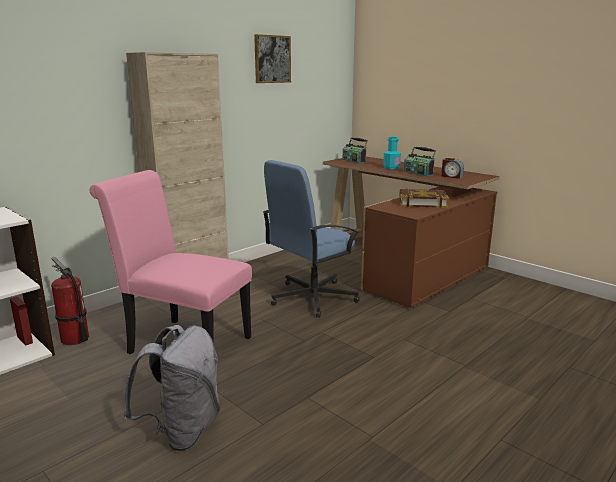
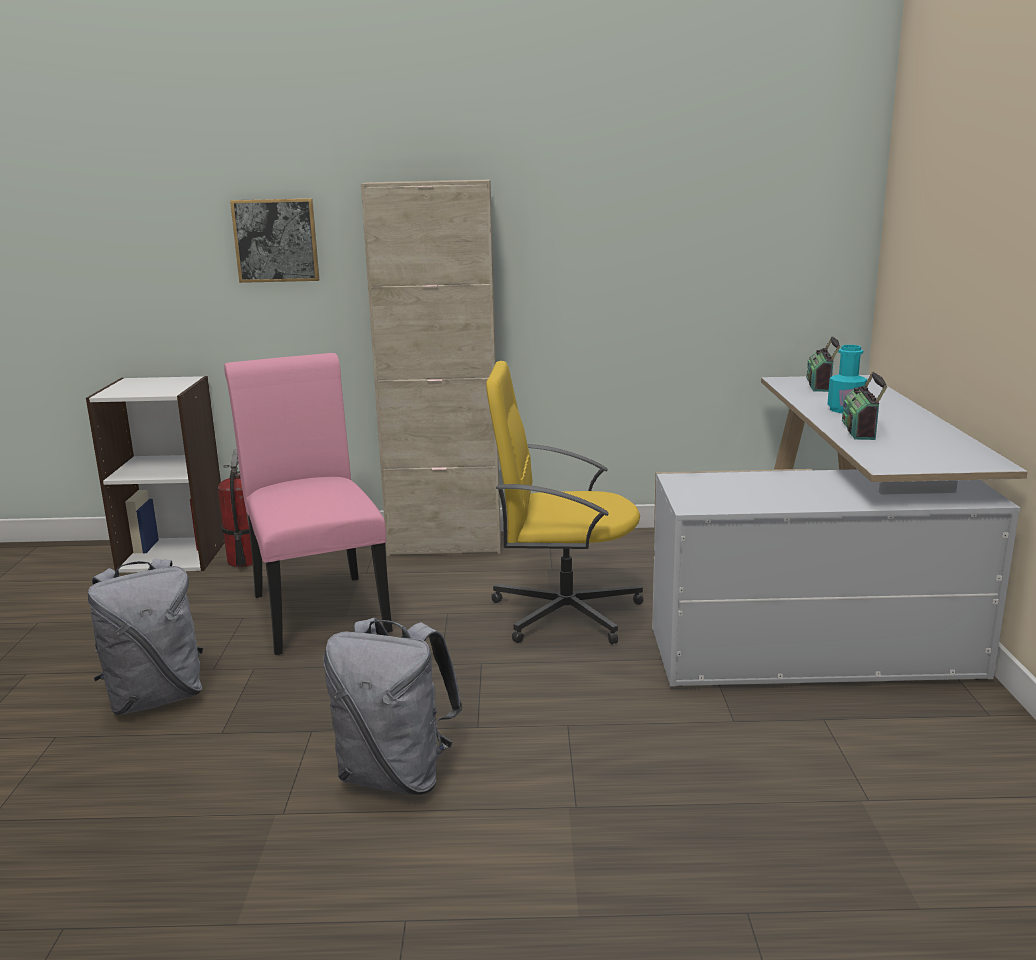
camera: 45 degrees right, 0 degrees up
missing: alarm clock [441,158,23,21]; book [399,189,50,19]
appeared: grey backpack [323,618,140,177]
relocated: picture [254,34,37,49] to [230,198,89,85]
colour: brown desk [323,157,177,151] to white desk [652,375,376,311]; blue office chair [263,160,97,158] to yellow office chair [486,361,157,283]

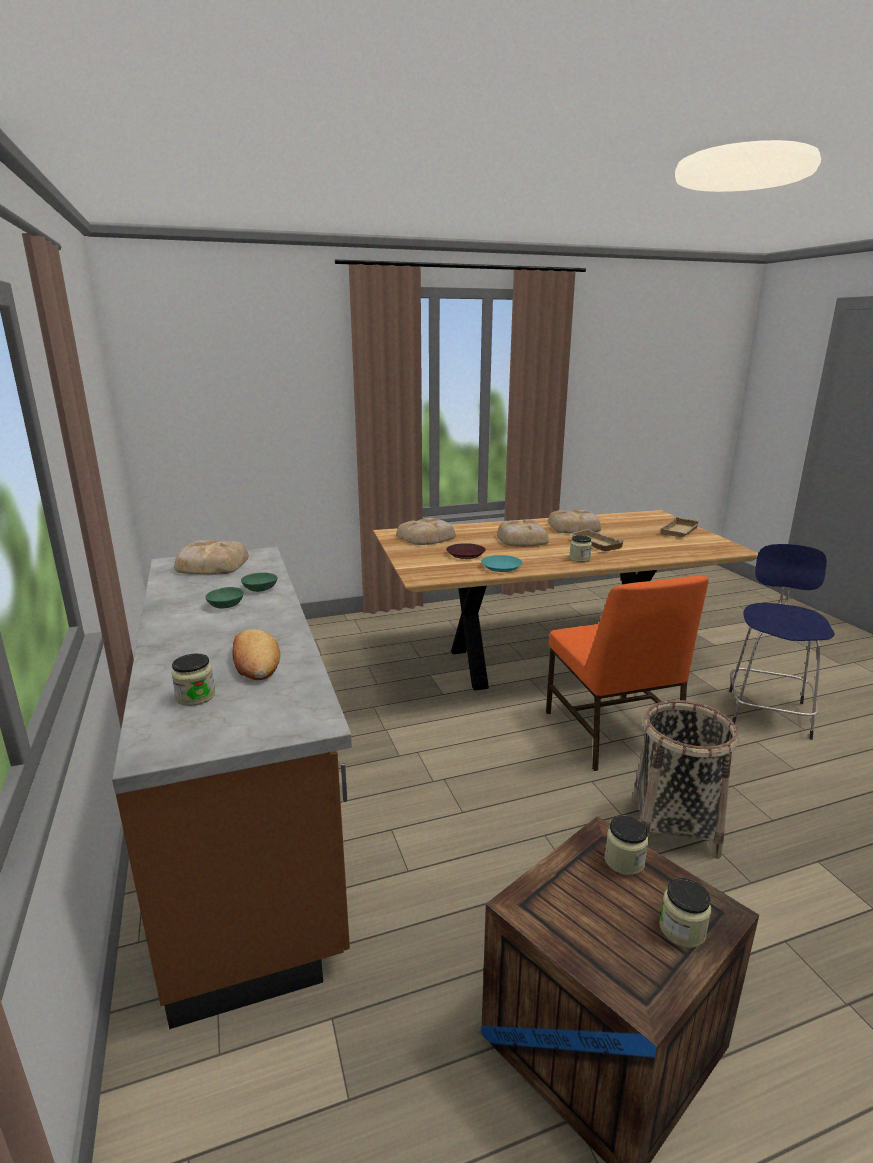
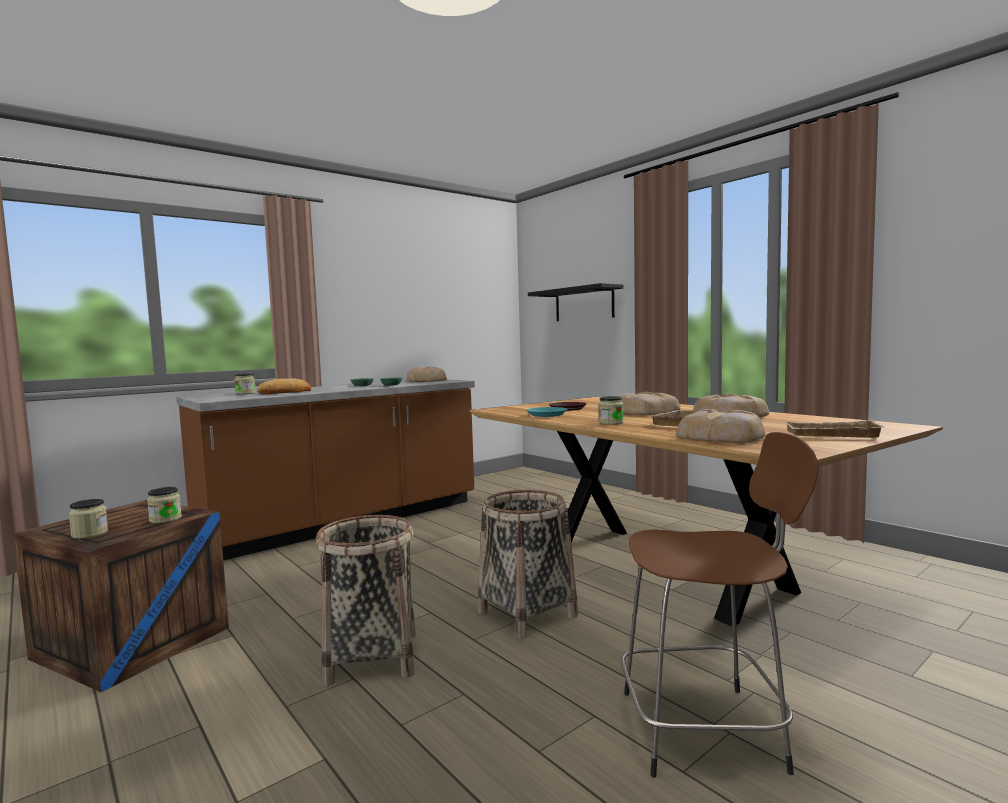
camera: 70 degrees right, 15 degrees down
appeared: black shelf [528,283,96,38]
relocated: bread [396,518,60,27] to [676,409,90,34]
exchanged: orange chair [546,576,163,195] to basket [478,490,100,149]
colour: blue stool [729,544,106,196] to brown stool [621,432,197,346]

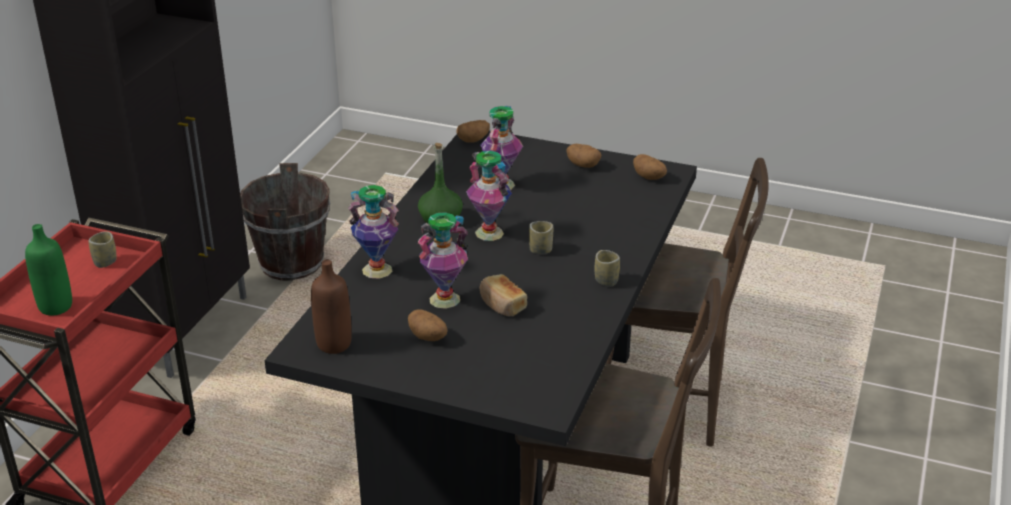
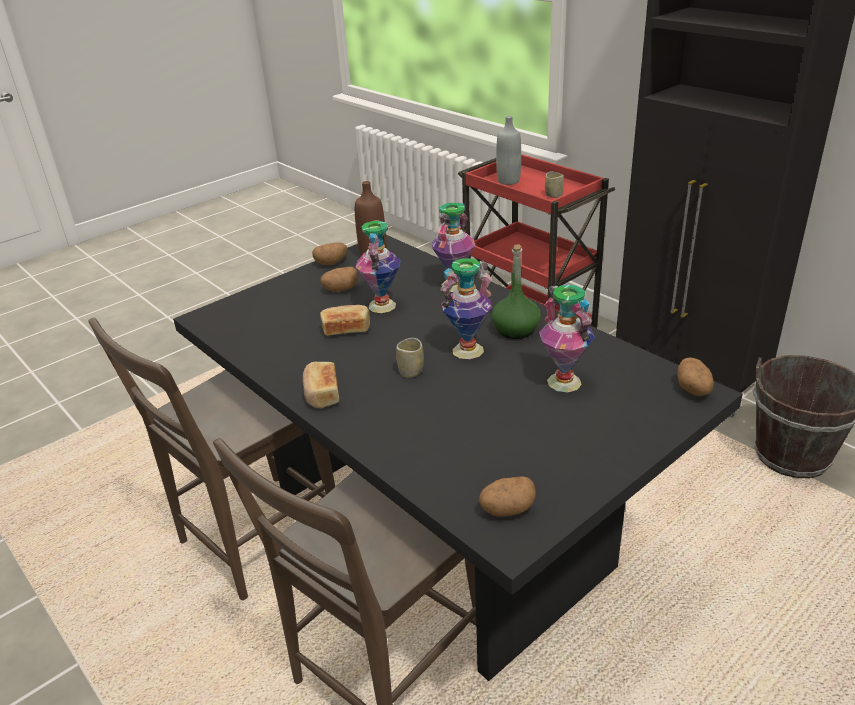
camera: 120 degrees right, 0 degrees up
relocated: potato [566,144,35,24] to [312,242,35,23]
exchanged: cup [594,250,26,36] to bread [303,362,36,47]
colour: green bottle [25,224,47,91] to grey bottle [496,116,25,69]

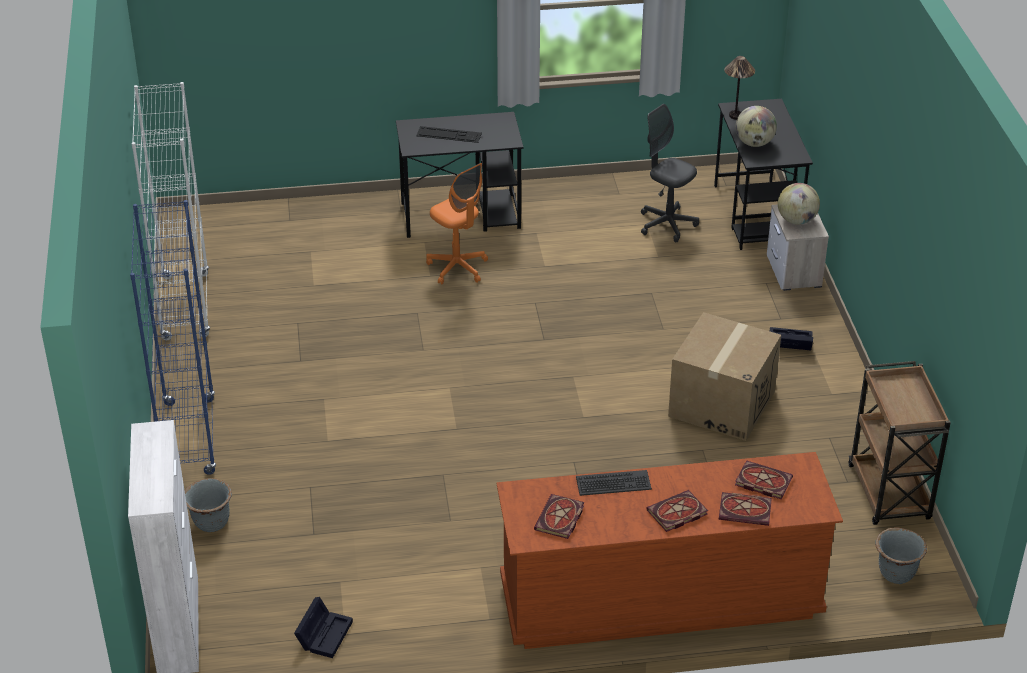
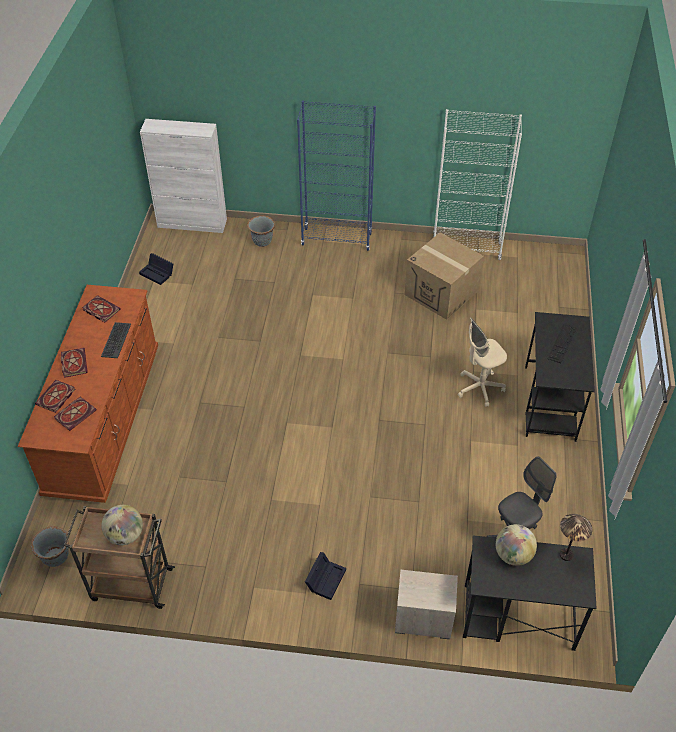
camera: 105 degrees right, 10 degrees up
relocated: globe [778,183,42,42] to [101,505,42,40]; cardboard box [668,312,113,129] to [404,233,80,87]
colour: orange office chair [426,163,62,121] to beige office chair [458,317,49,90]

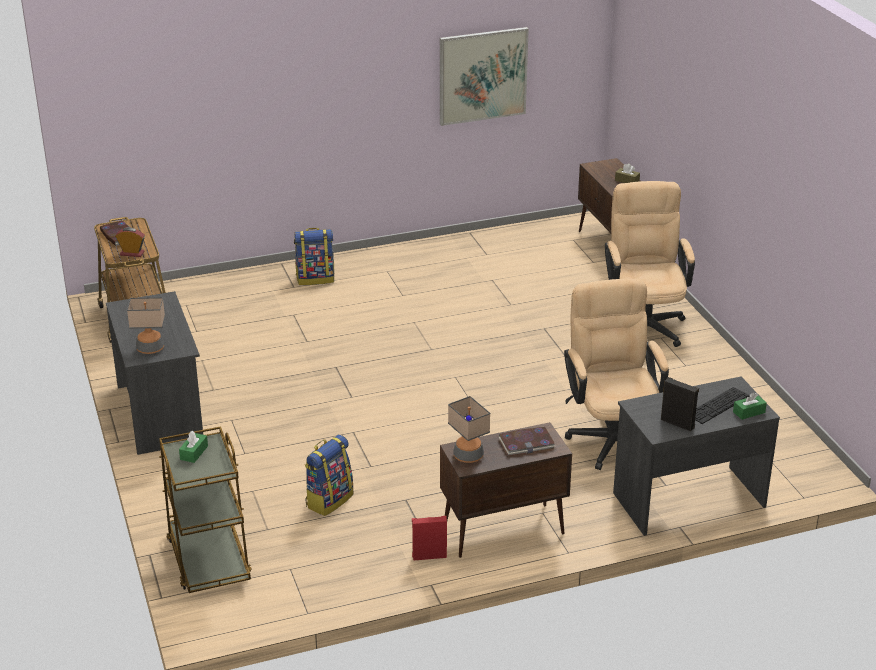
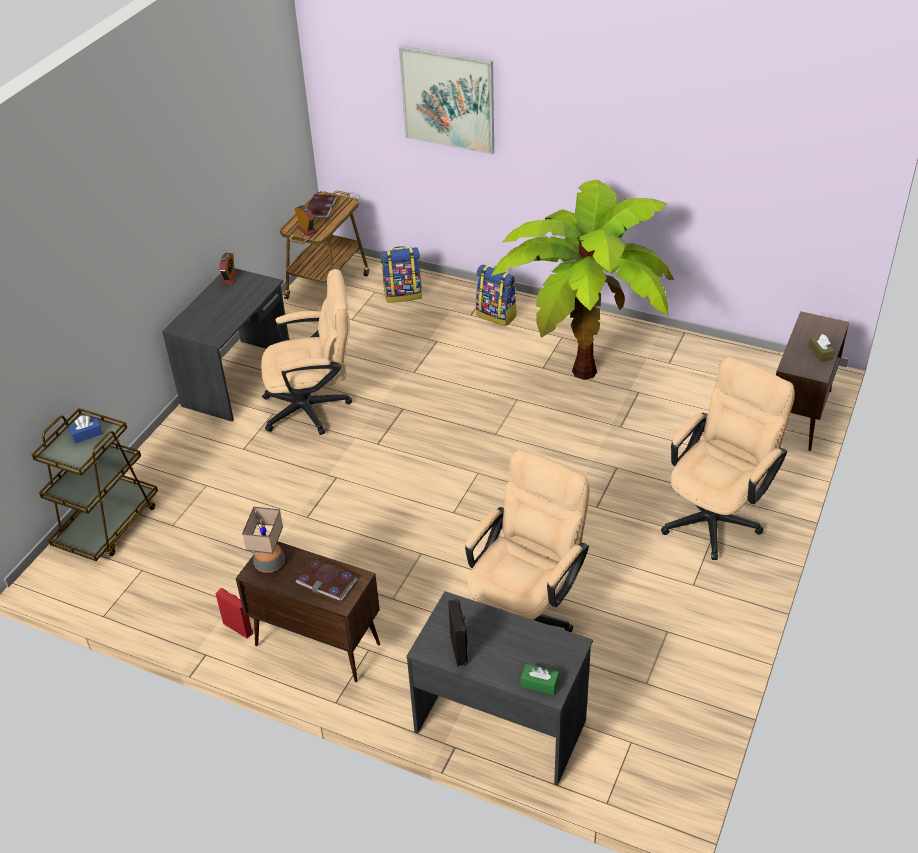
camera: 45 degrees right, 10 degrees up
missing: table lamp [127,297,38,57]; keyboard [695,387,55,37]
appeared: potted plant [491,180,183,200]; alarm clock [219,253,19,32]; beige office chair [261,269,91,166]
relocated: picture [440,27,89,99] to [399,46,95,109]; backpack [305,435,49,81] to [381,246,41,57]
colour: green tissue box [179,431,29,32] to blue tissue box [69,416,34,28]

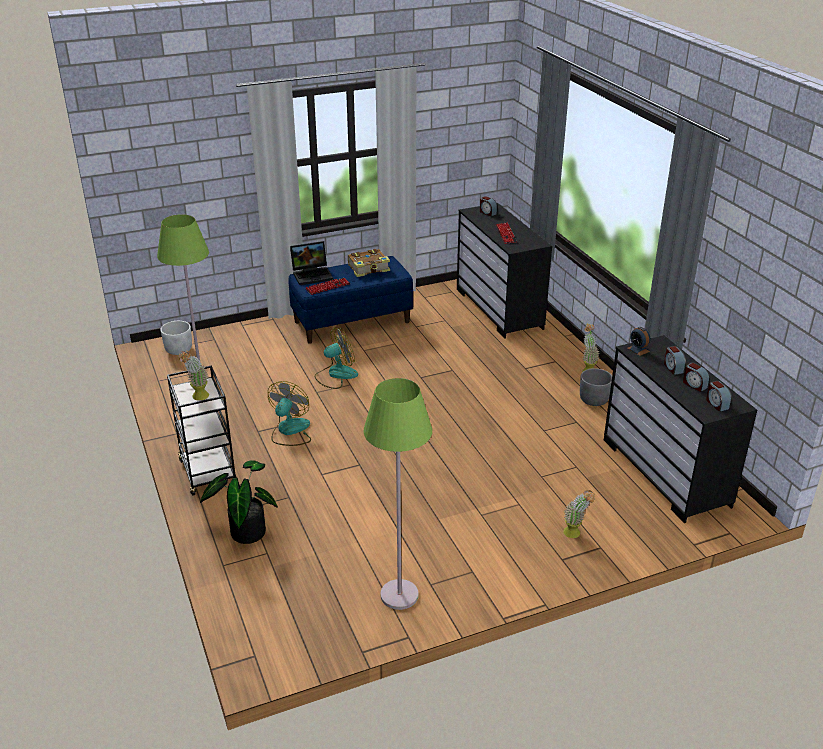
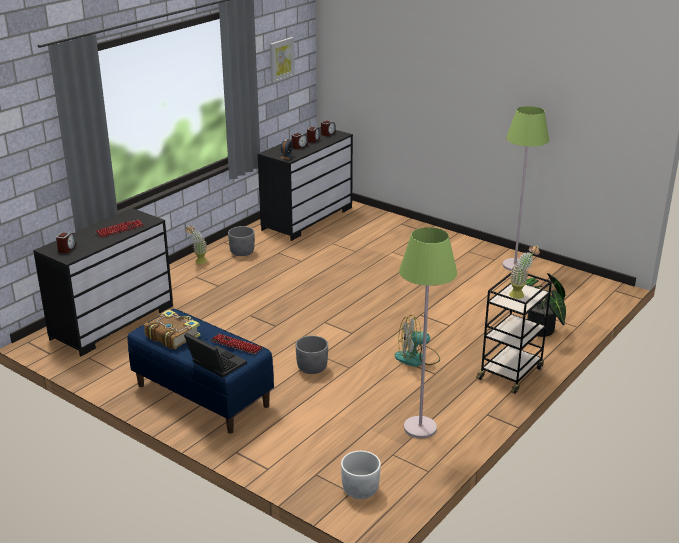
camera: 120 degrees left, 5 degrees down
missing: potted plant [563,490,32,48]
appeared: picture [270,37,25,46]
exchanged: fan [314,327,44,62] to grey planter [295,335,33,39]

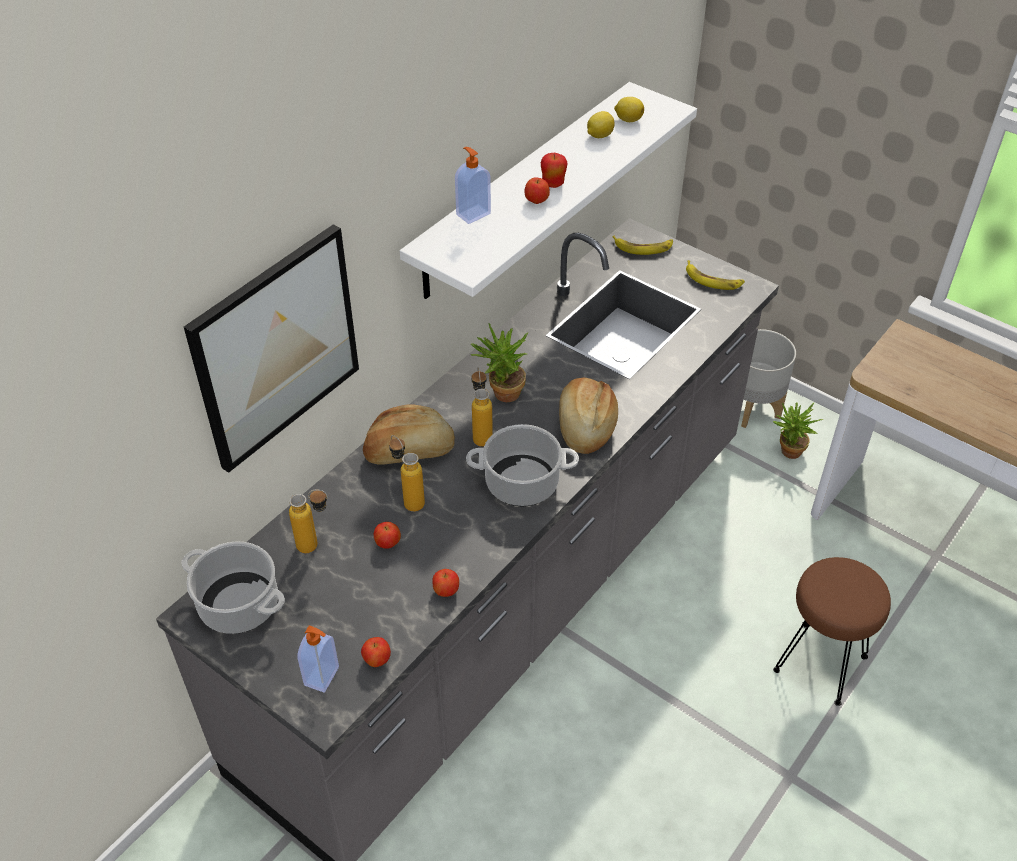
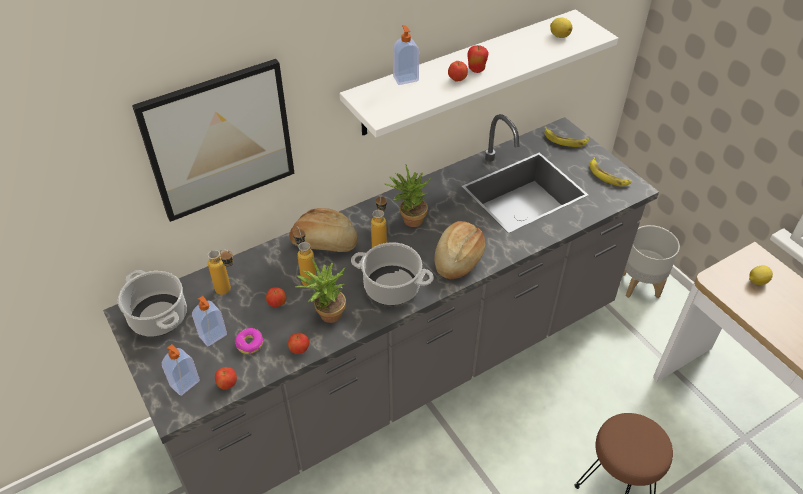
camera: 20 degrees right, 0 degrees up
appeared: soap dispenser [192,296,35,50]; donut [235,328,29,26]
relocated: lemon [587,111,28,27] to [749,266,24,19]; potted plant [773,402,50,57] to [295,259,51,64]

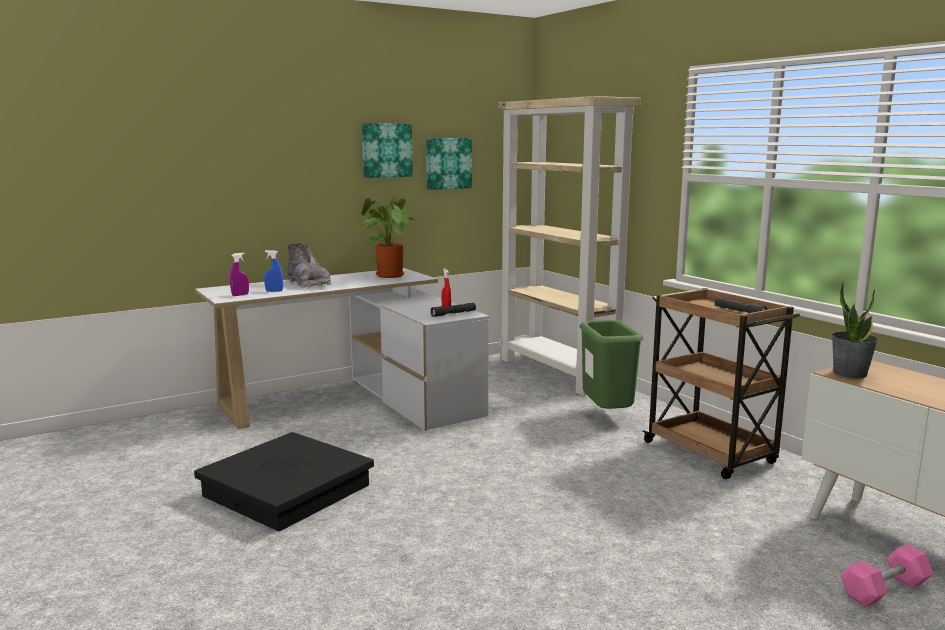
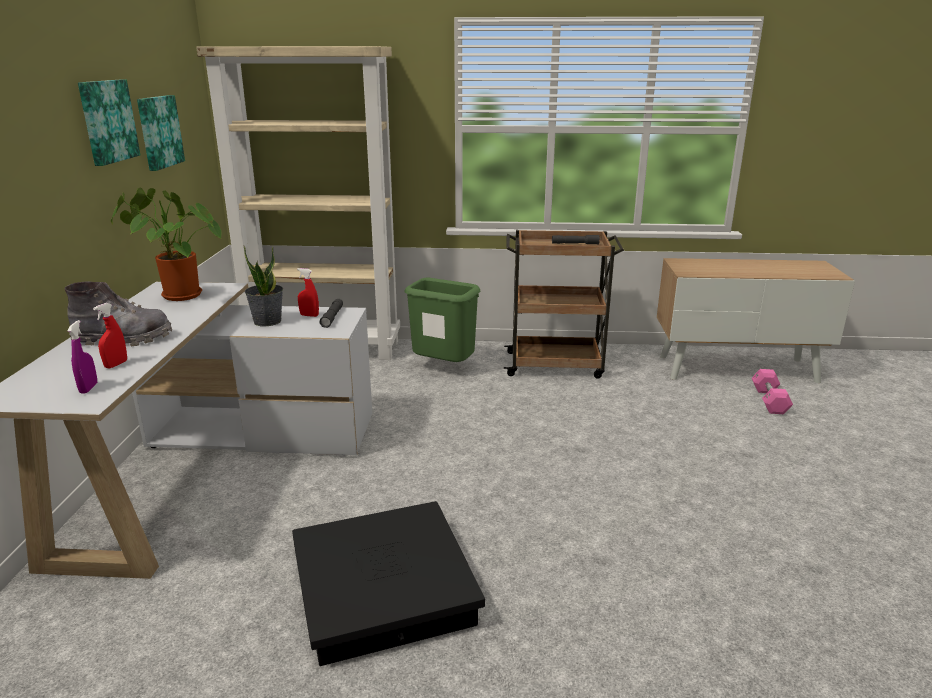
camera: 55 degrees left, 10 degrees up
relocated: potted plant [831,282,47,97] to [244,246,39,80]
colour: blue spray bottle [264,250,19,42] to red spray bottle [93,303,34,66]

